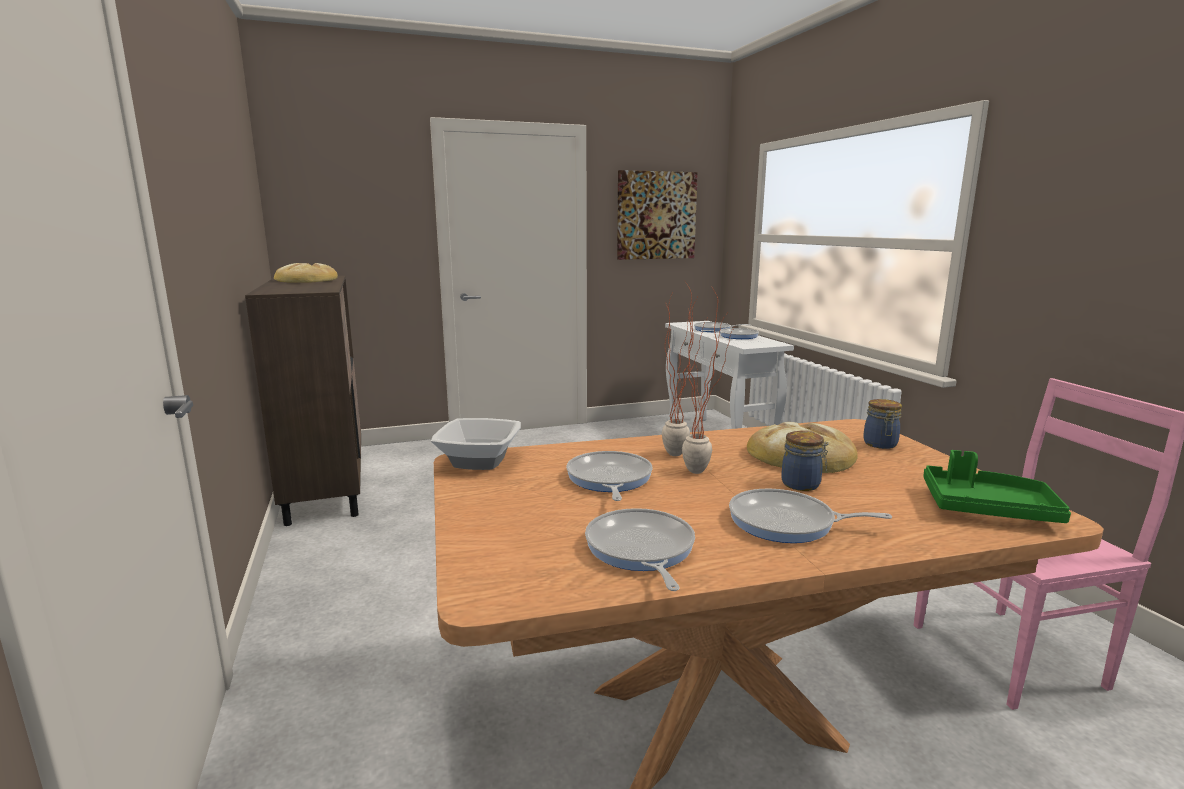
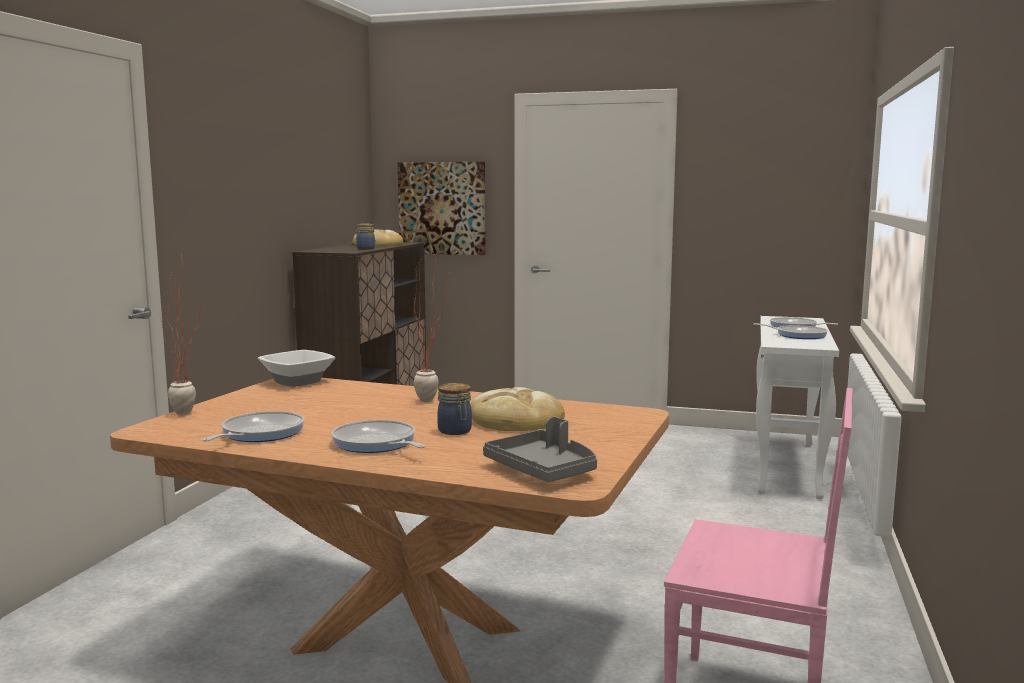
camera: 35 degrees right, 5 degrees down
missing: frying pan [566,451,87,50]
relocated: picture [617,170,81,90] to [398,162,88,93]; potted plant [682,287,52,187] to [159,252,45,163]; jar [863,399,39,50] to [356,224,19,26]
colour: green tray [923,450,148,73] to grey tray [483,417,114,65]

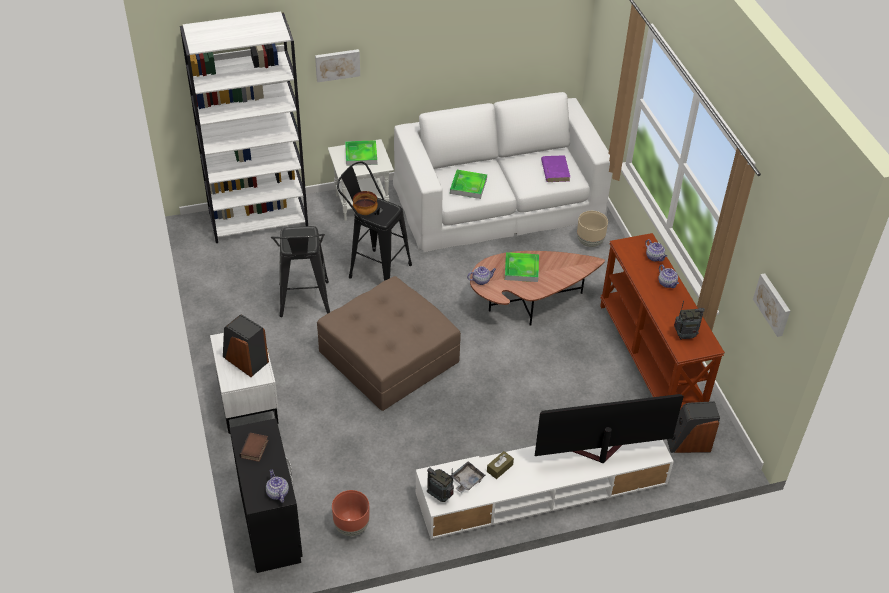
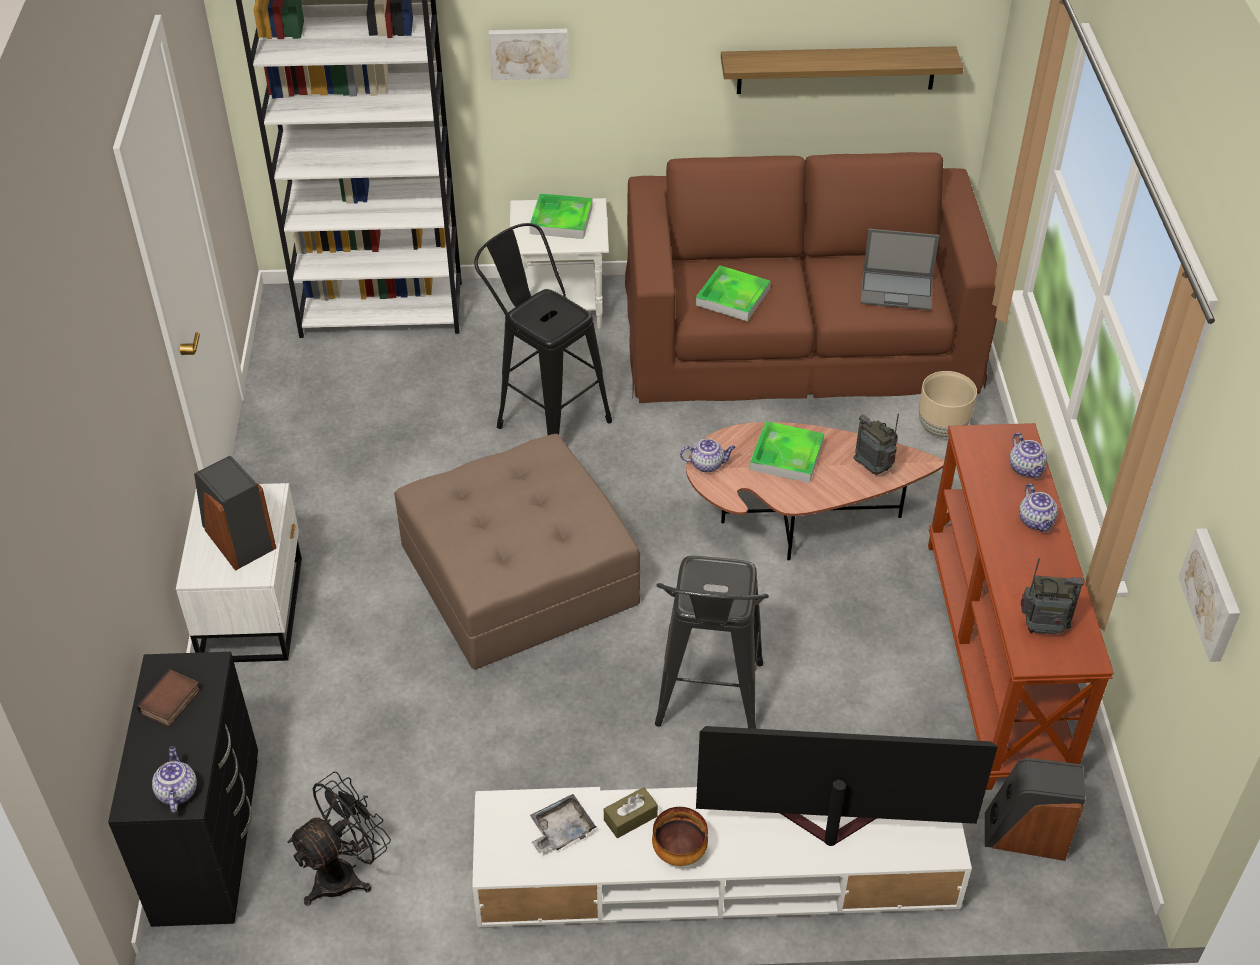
camera: 15 degrees right, 0 degrees up
appeared: shelf [721,46,243,48]
relocated: bowl [353,191,25,24] to [652,807,56,59]; black stool [271,226,59,91] to [655,556,114,173]; radio [427,468,27,34] to [854,414,45,61]
exchanged: purple book [541,155,29,27] to laptop [860,229,80,81]; brown planter [332,490,37,46] to black fan [287,772,104,134]
colour: white sofa [393,92,219,161] to brown sofa [625,152,372,251]

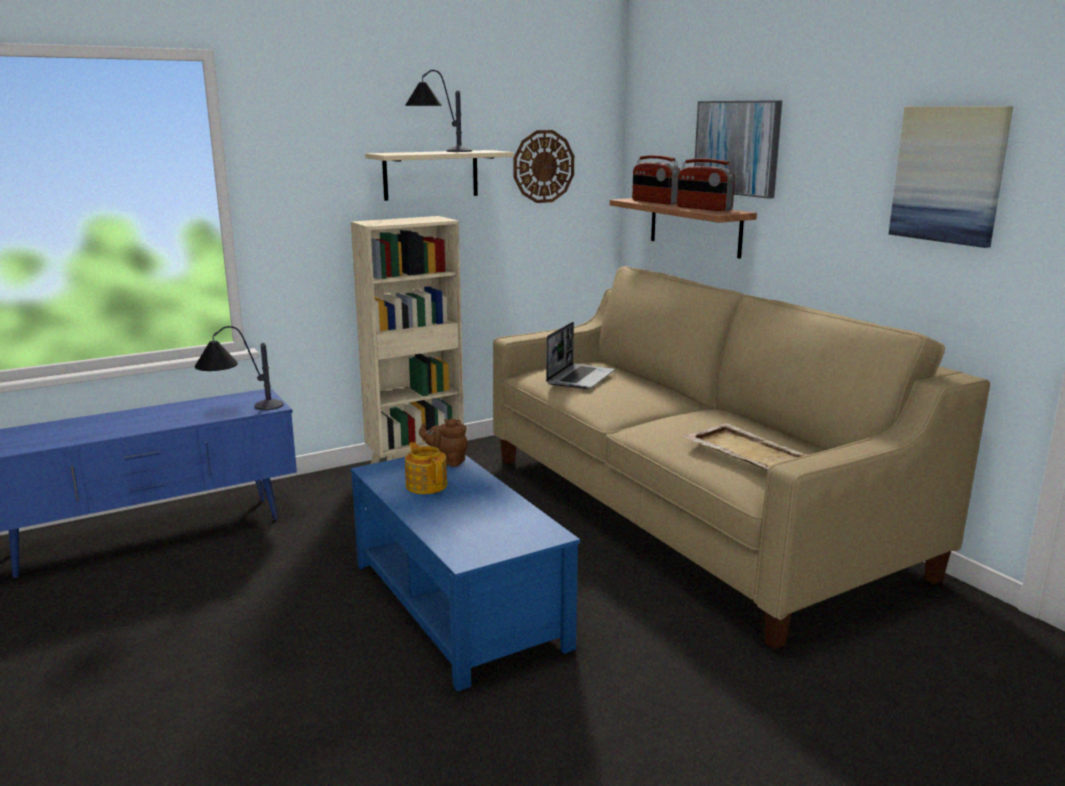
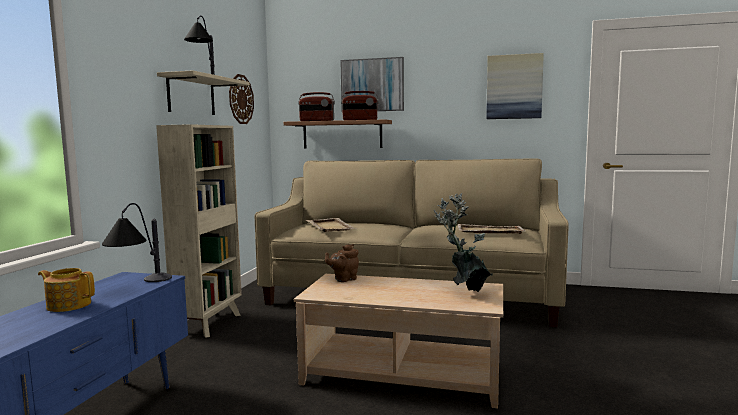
camera: 45 degrees left, 10 degrees down
appeared: potted plant [434,193,59,99]
relocated: teapot [405,442,42,52] to [38,268,57,44]
exchanged: laptop [546,322,69,67] to beige tray [306,218,48,14]
colour: blue coffee table [350,455,230,237] to beige coffee table [294,274,209,134]

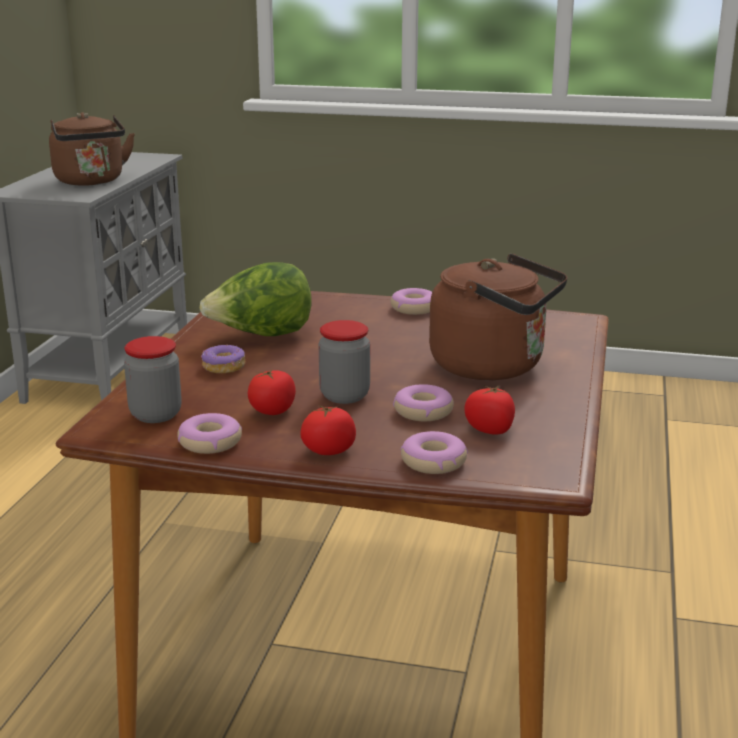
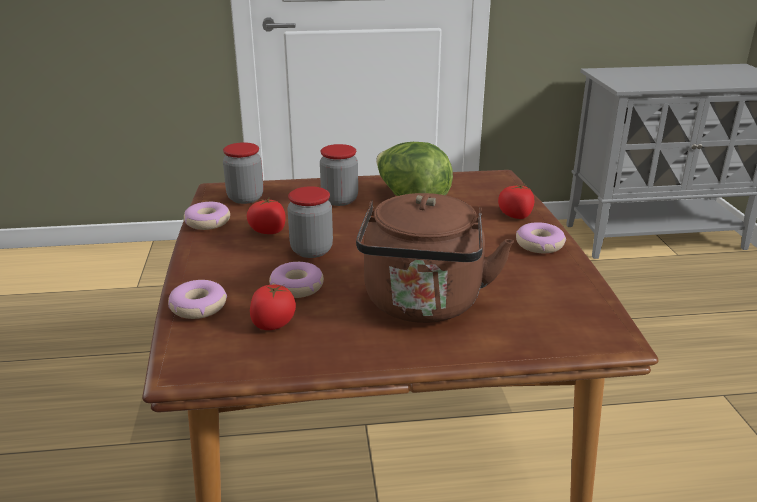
camera: 70 degrees right, 5 degrees up
missing: brown kettle [49,112,86,74]
relocated: tomato [300,405,56,50] to [498,184,36,35]
exchanged: donut [201,345,44,28] to jar [320,144,38,62]

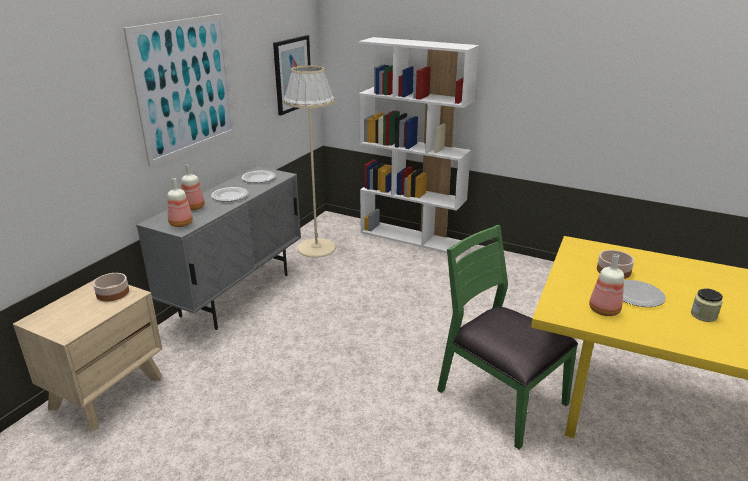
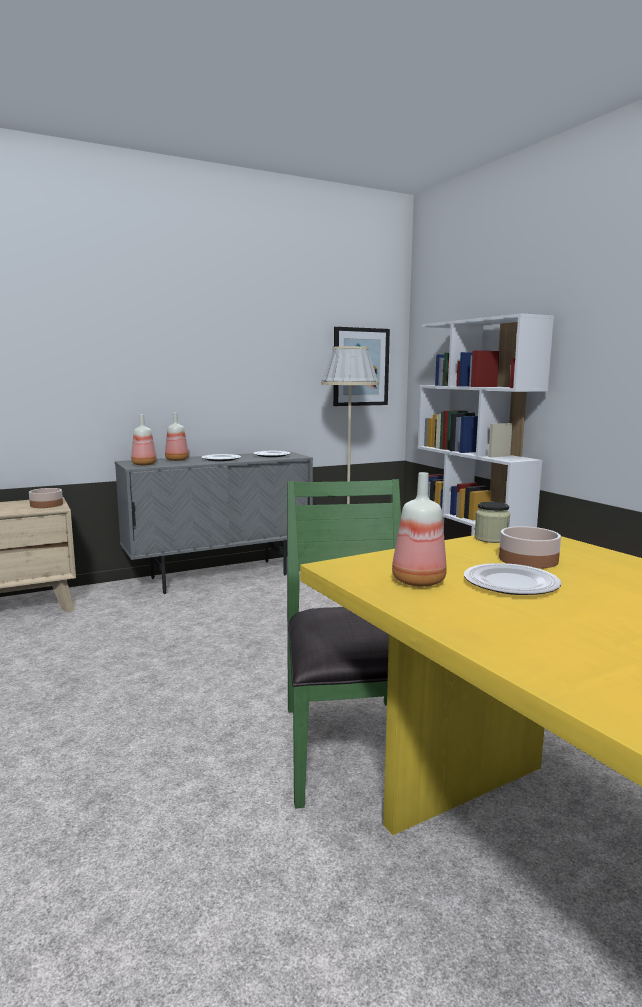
camera: 35 degrees right, 15 degrees down
missing: picture [123,14,112,152]
relocated: jar [691,288,32,34] to [474,502,36,41]

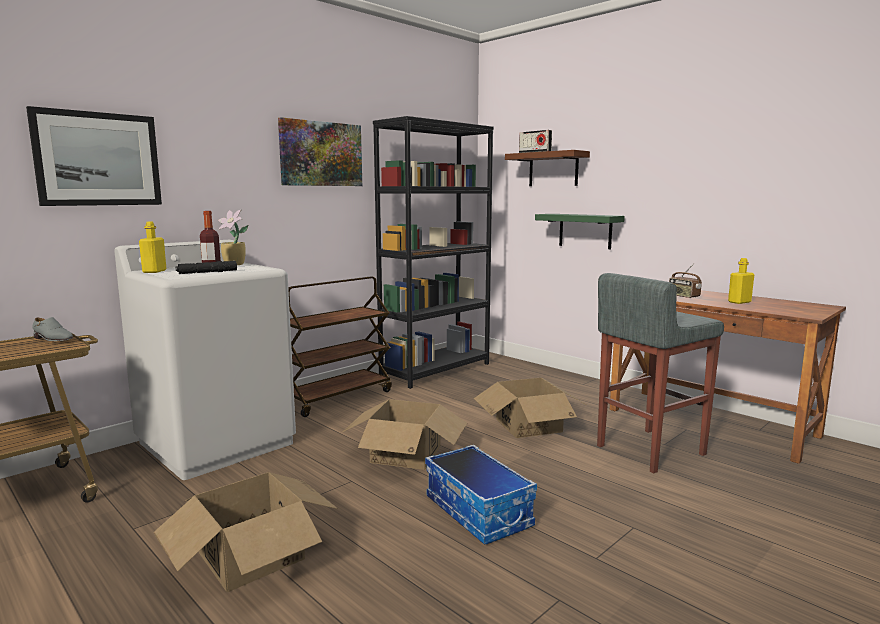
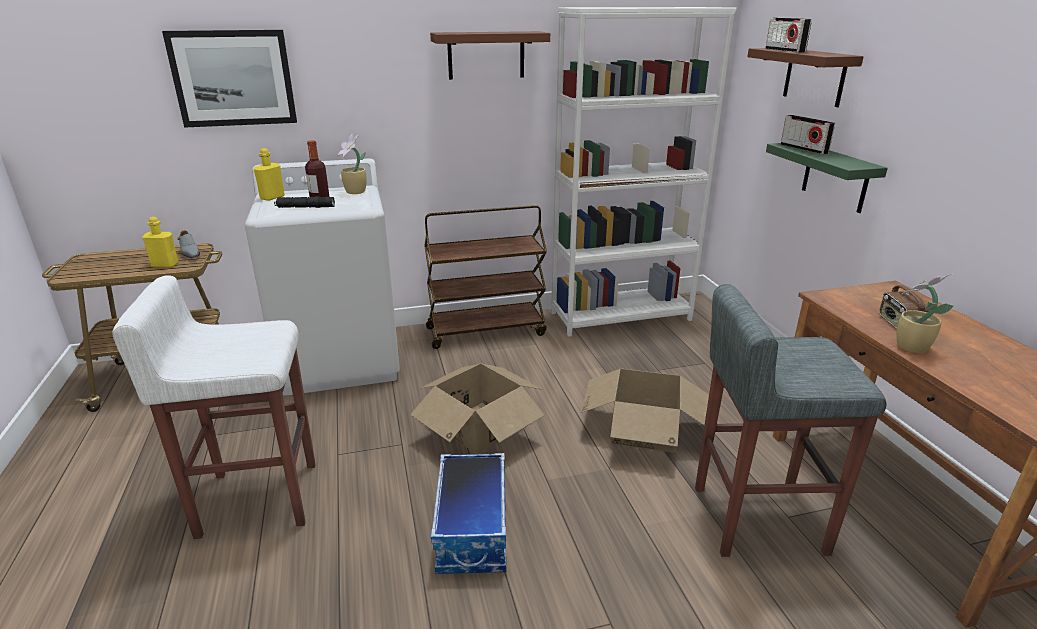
camera: 30 degrees right, 15 degrees up
appeared: radio [781,115,54,39]; potted plant [897,273,56,80]
relocated: yellow bottle [728,258,26,46] to [142,217,36,50]
exchanged: picture [278,117,84,69] to brown shelf [430,31,120,49]; cardboard box [154,472,184,120] to white stool [112,275,204,264]
colour: black bookcase [373,116,121,273] to white bookcase [551,7,185,330]

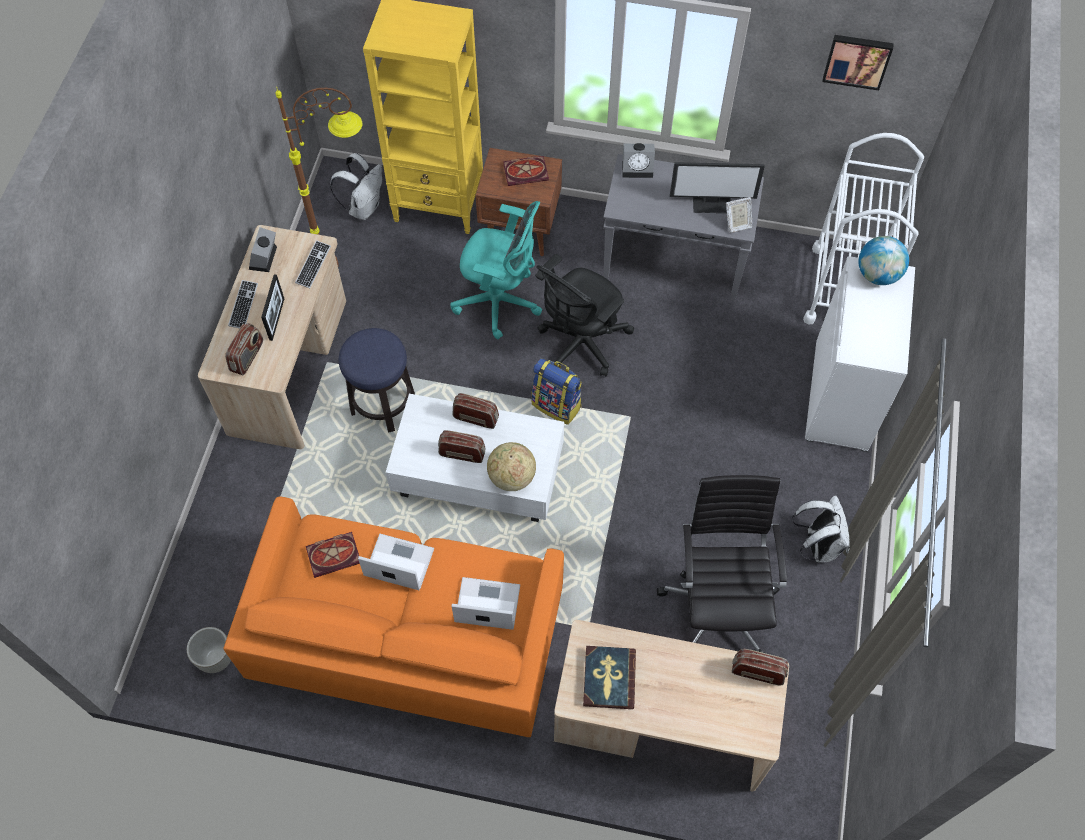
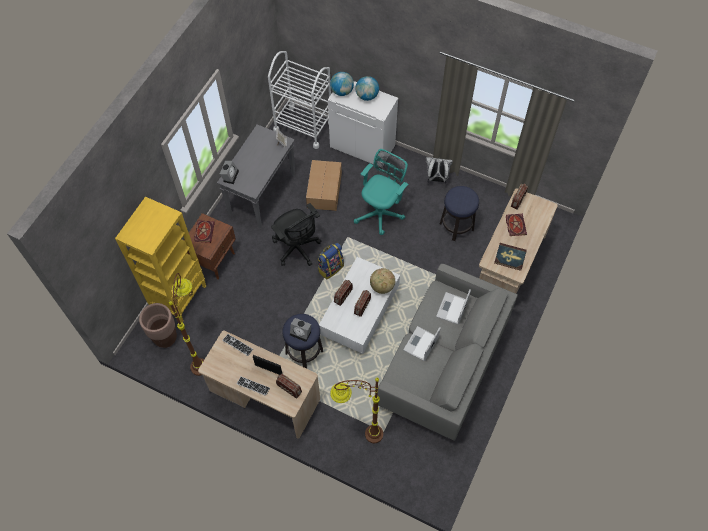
camera: 75 degrees left, 0 degrees up
missing: picture [822,35,72,56]; monitor [670,162,95,51]; grey planter [187,627,44,46]
appeared: globe [355,76,24,25]; cardboard box [306,160,36,51]; brown floor lamp [330,377,53,66]
relocated: turquoise office chair [450,201,92,138] to [354,149,54,86]; alarm clock [249,227,28,45] to [290,318,21,24]; book [306,532,54,46] to [506,214,21,22]
exchanged: white backpack [330,153,52,67] to brown planter [139,303,38,45]; black office chair [657,475,130,178] to stool [440,186,39,55]
colour: orange sofa [224,497,340,240] to grey sofa [377,264,141,177]

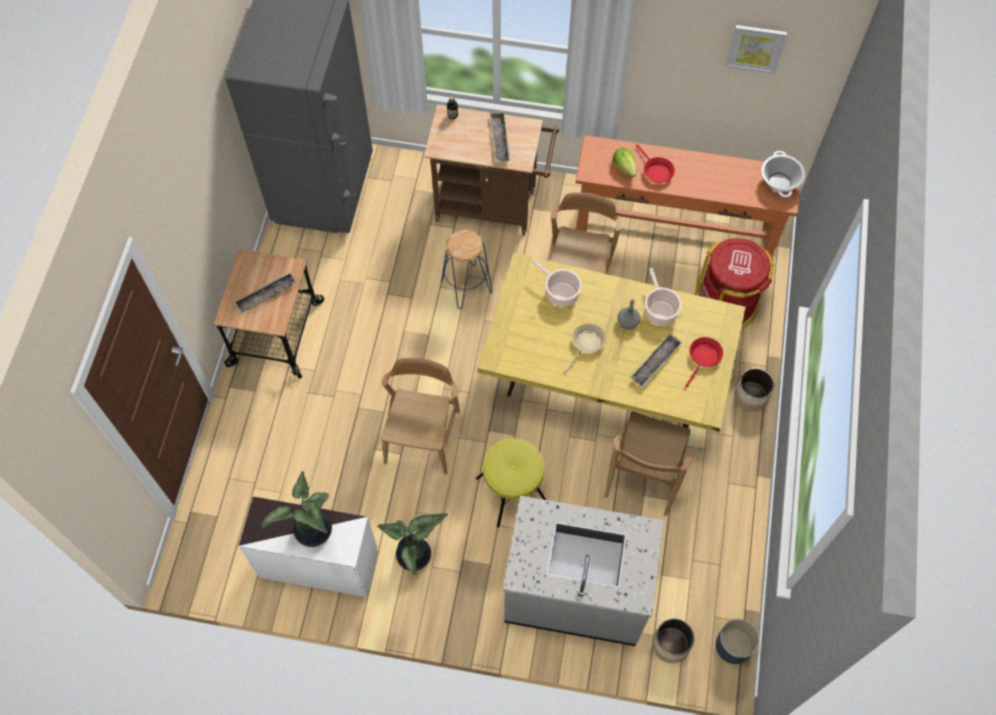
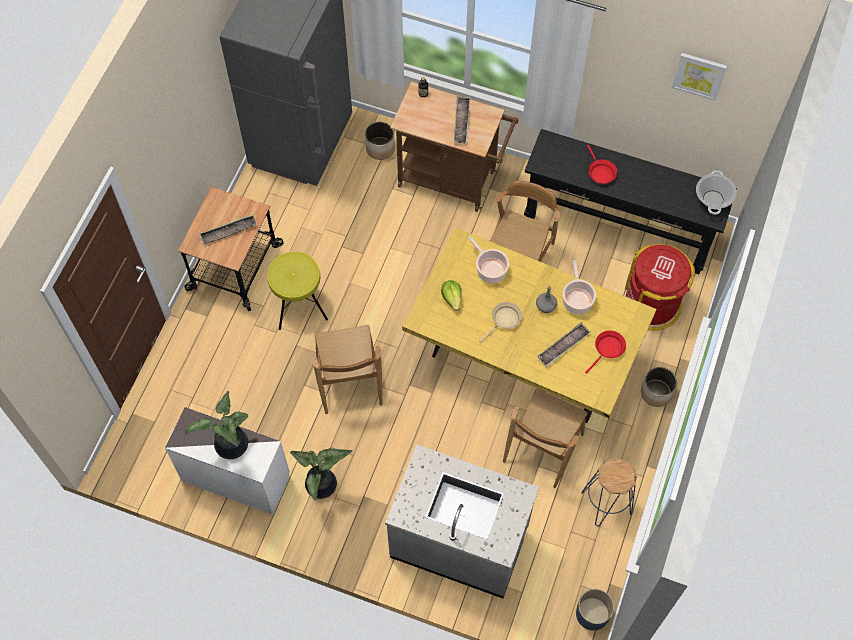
camera: 10 degrees right, 0 degrees up
relocated: lettuce [613,148,24,29] to [441,280,21,31]; blue stool [441,229,51,80] to [581,459,56,68]; yellow stool [476,439,70,89] to [267,252,61,78]; planter [652,618,43,45] to [365,122,30,38]
colour: orange console table [575,135,225,124] to black console table [524,129,213,145]
spun: brown chair [381,358,79,117] = [312,325,71,89] 150 degrees clockwise

